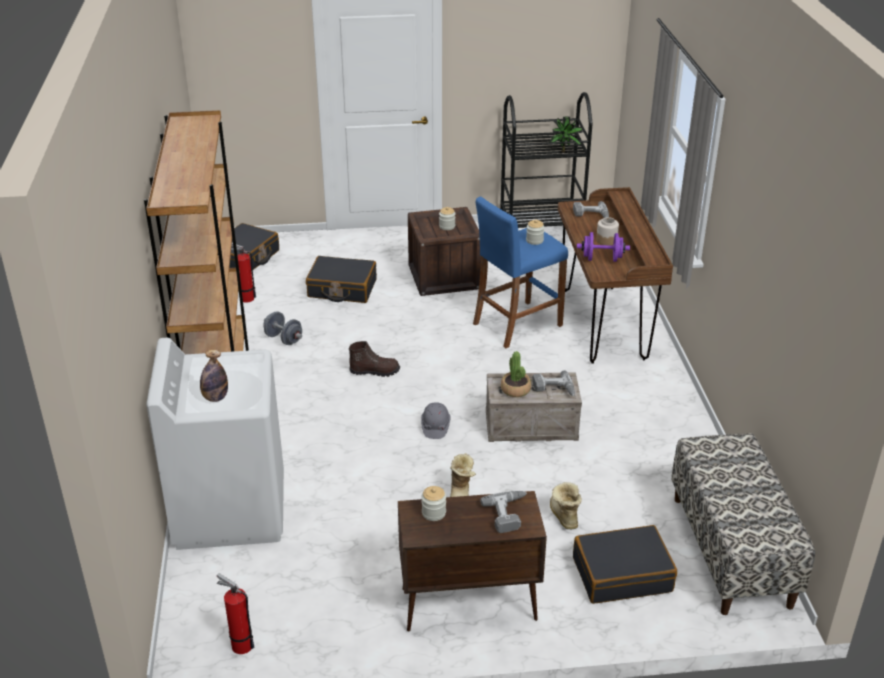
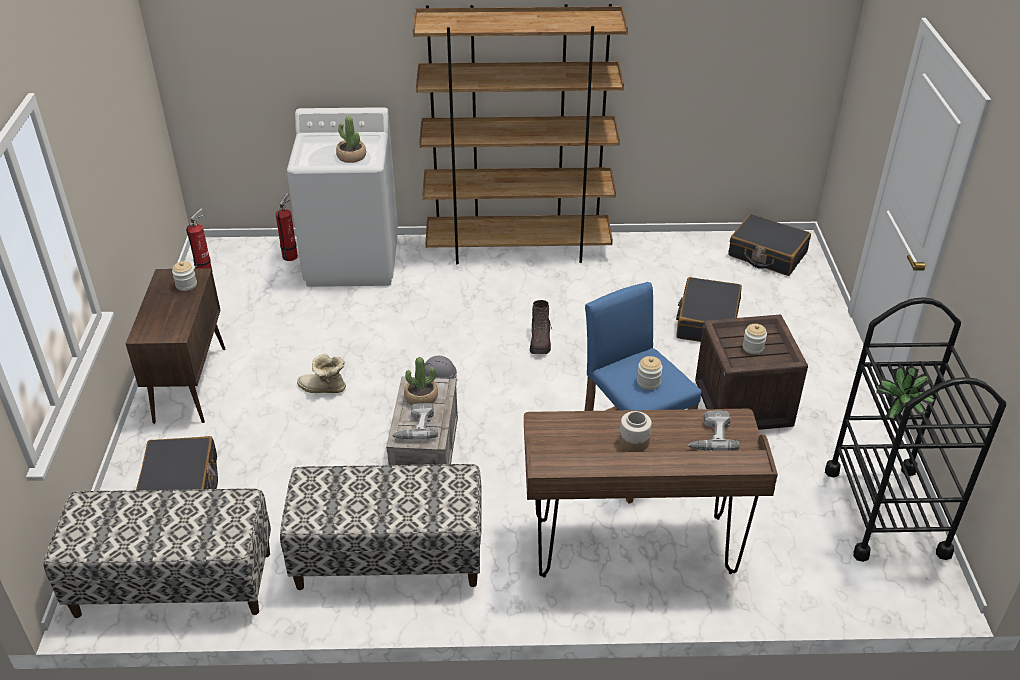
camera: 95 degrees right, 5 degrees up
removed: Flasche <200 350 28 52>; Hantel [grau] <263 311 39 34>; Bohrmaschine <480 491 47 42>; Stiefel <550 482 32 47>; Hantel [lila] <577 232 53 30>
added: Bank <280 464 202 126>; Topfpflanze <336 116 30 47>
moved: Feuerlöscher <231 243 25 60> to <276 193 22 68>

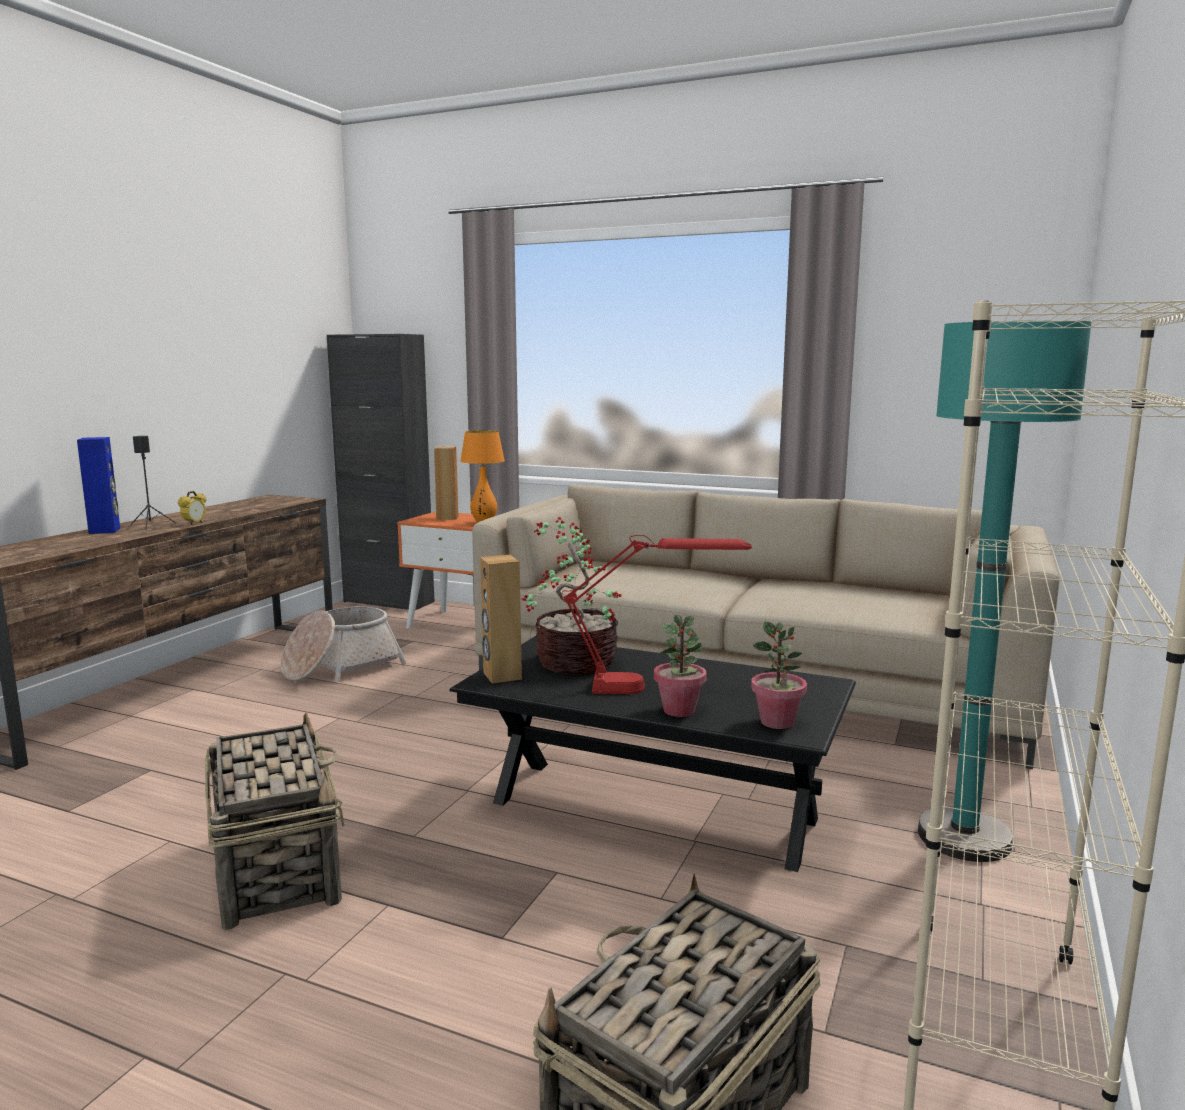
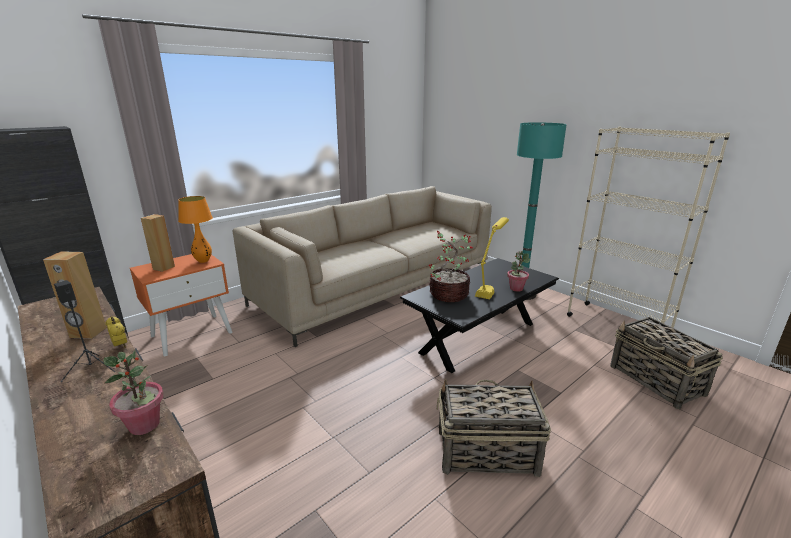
camera: 65 degrees left, 10 degrees up
removed: Lautsprecher [blau] <77 437 43 97>; Korb <281 606 126 76>
moved: Lautsprecher [braun] <480 555 42 129> to <43 251 64 88>; Topfpflanze <751 621 56 108> to <104 350 59 85>
recoloured: Tischlampe [rot] <561 535 191 159> to Tischlampe [gelb] <475 217 34 83>

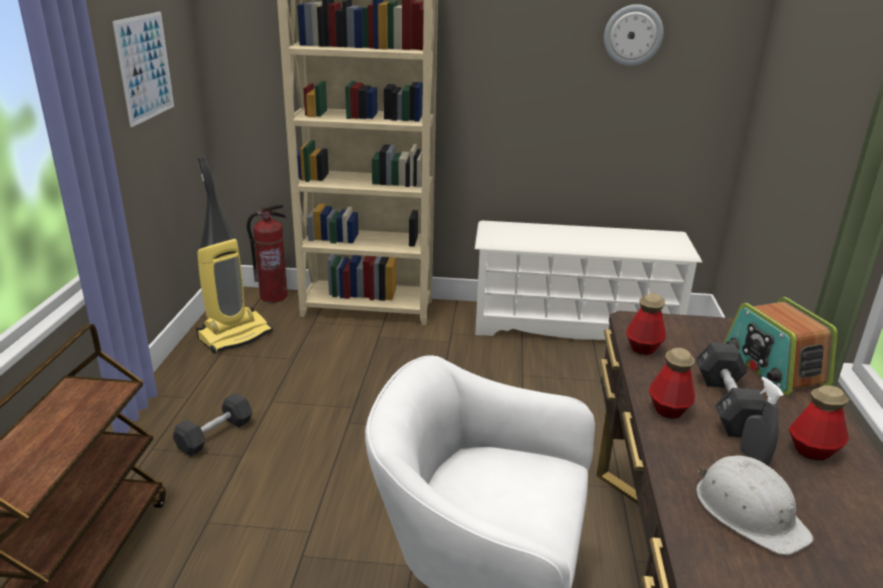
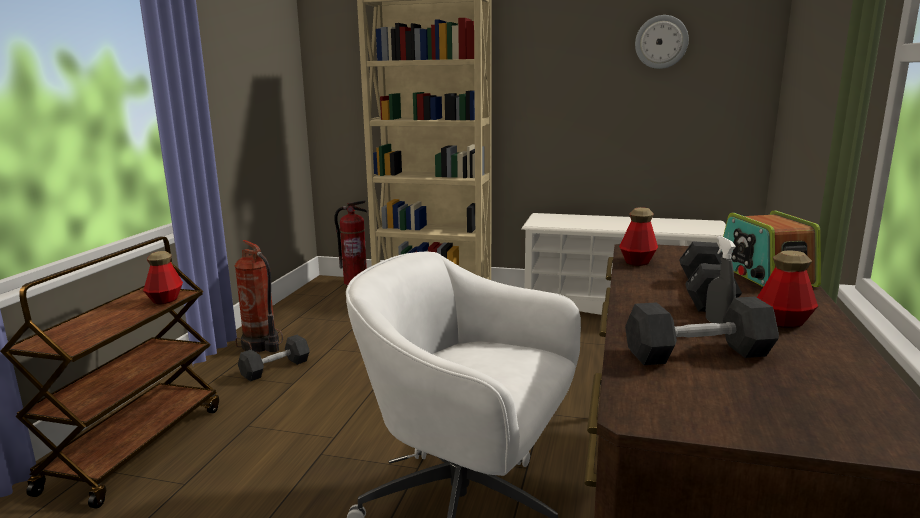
camera: 10 degrees right, 10 degrees down
removed: Bild <112 12 62 115>; Staubsauger <196 156 77 197>
added: Feuerlöscher <234 240 49 113>
moved: Flasche <649 348 46 71> to <143 251 40 53>
replaced: Schutzhelm [weiß] <696 455 117 100> to Hantel [schwarz] <625 297 154 68>

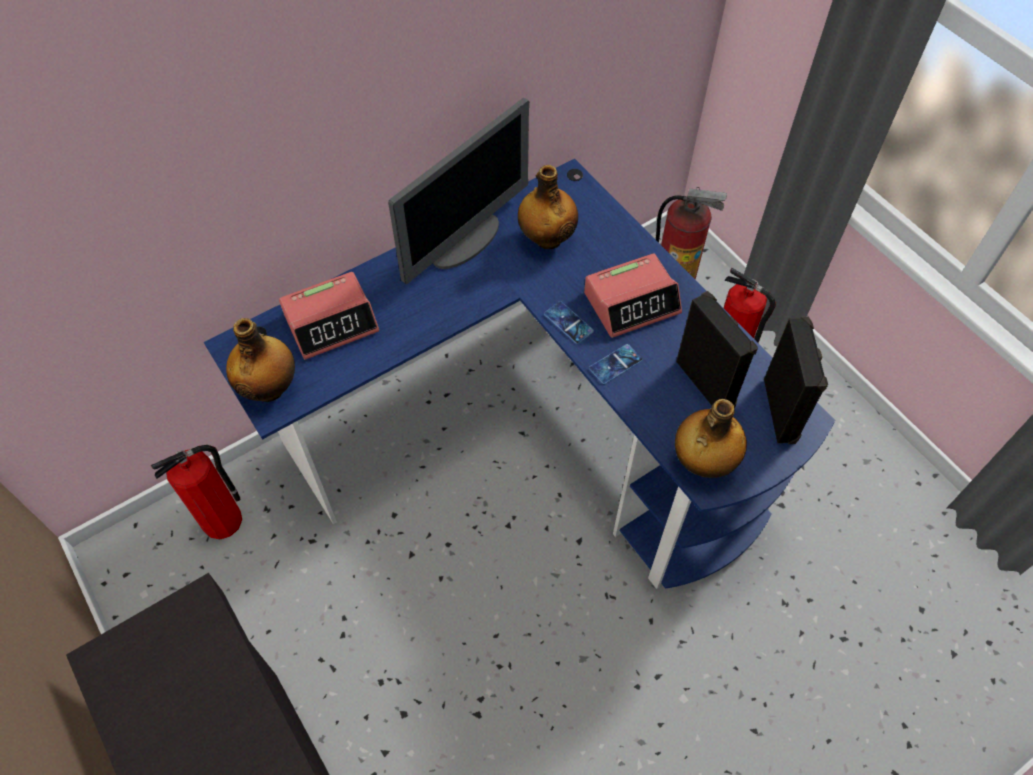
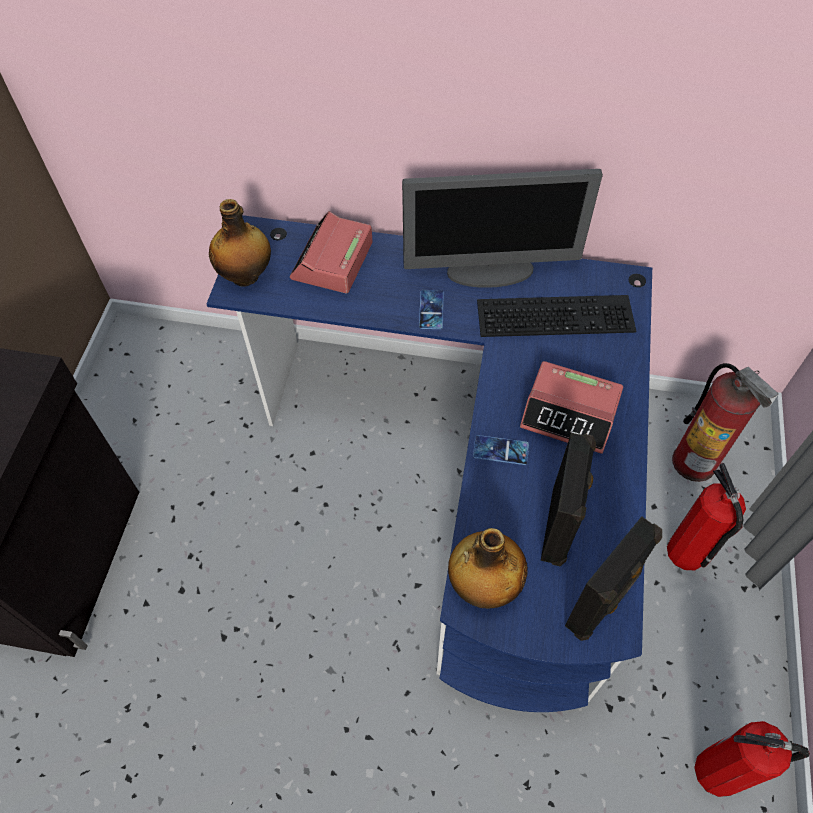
camera: 45 degrees right, 0 degrees up
moved: Handy <544 301 50 43> to <419 290 25 39>; Feuerlöscher <151 445 91 94> to <694 721 116 76>
replaced: Flasche <518 165 60 84> to Tastatur <477 295 159 42>
turned: Wecker <279 272 100 88> = <290 211 82 82> 90 degrees clockwise

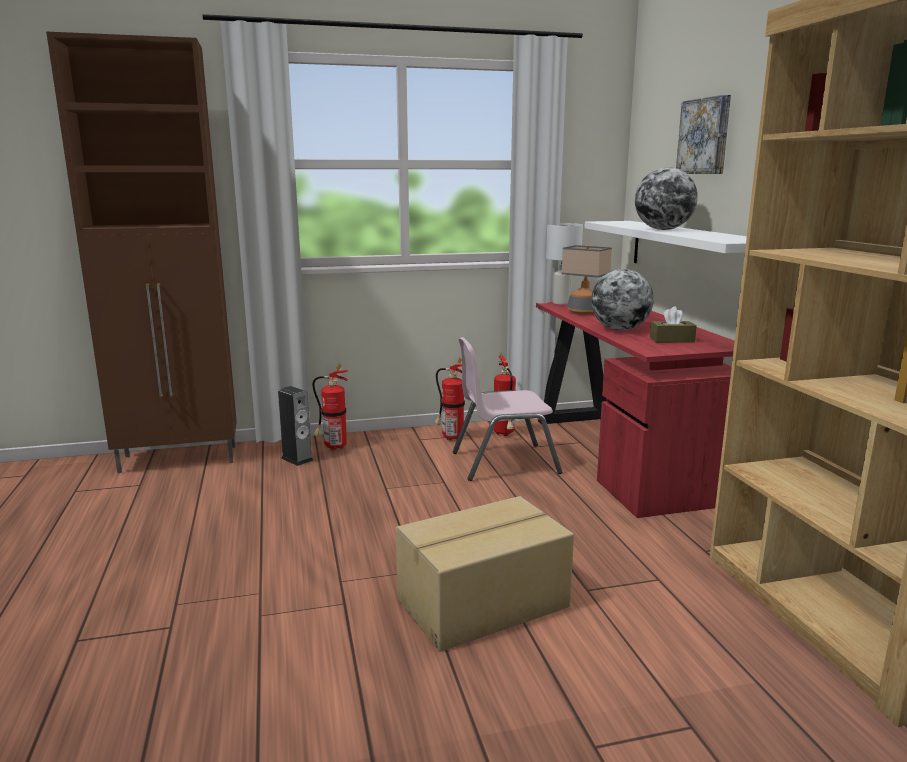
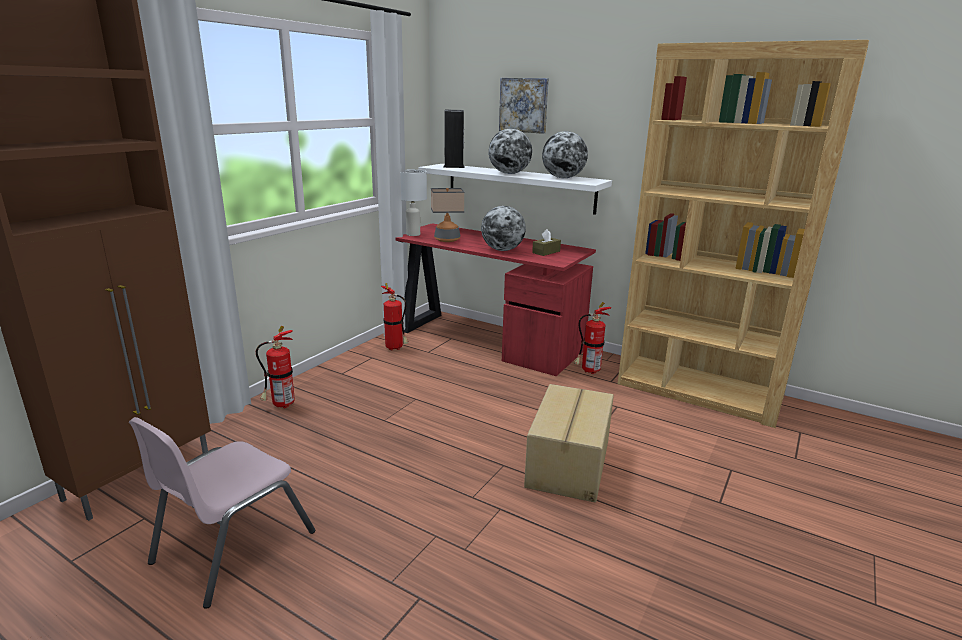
camera: 45 degrees left, 5 degrees up
added: Globus <542 131 46 47>
moved: Stuhl [rosa] <453 337 109 144> to <129 417 186 192>; Lautsprecher <278 386 35 80> to <443 110 22 58>; Feuerlöscher <435 357 30 83> to <574 302 37 72>

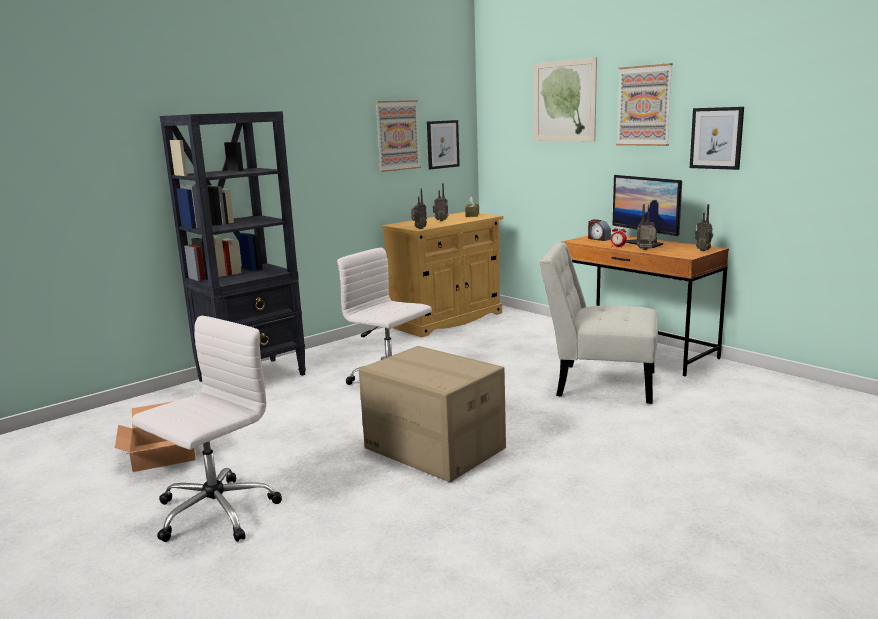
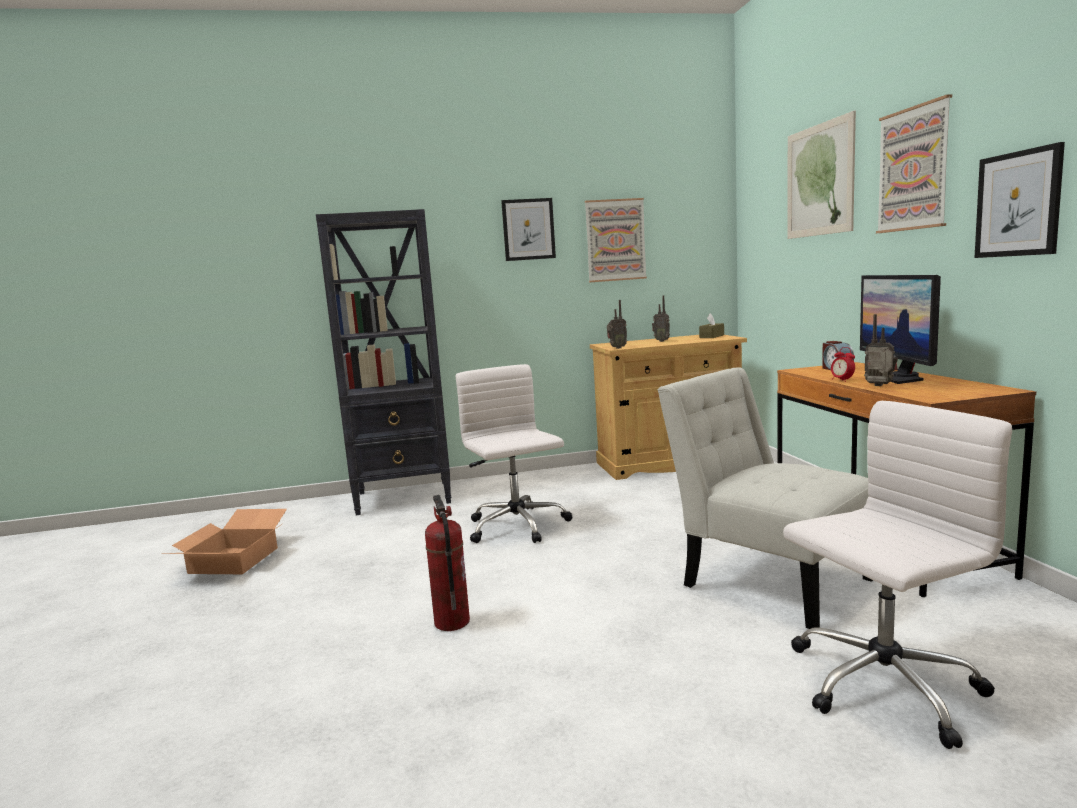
camera: 30 degrees right, 5 degrees down
removed: Radio <695 204 18 47>
moved: Bild <427 120 33 49> to <501 198 55 63>; Bürostuhl [weiß] <132 316 150 226> to <783 401 229 348>
replaced: Karton <359 346 147 136> to Feuerlöscher <425 495 45 136>

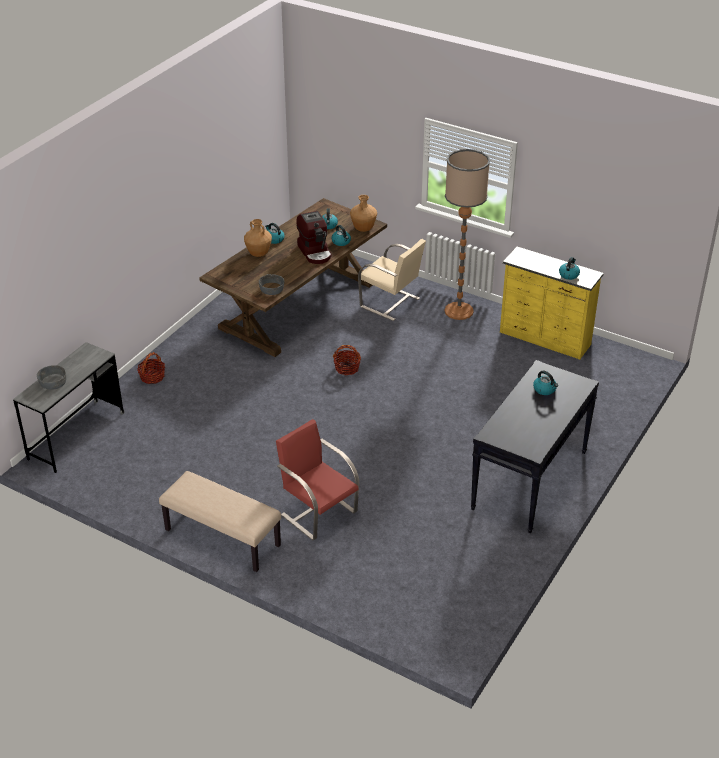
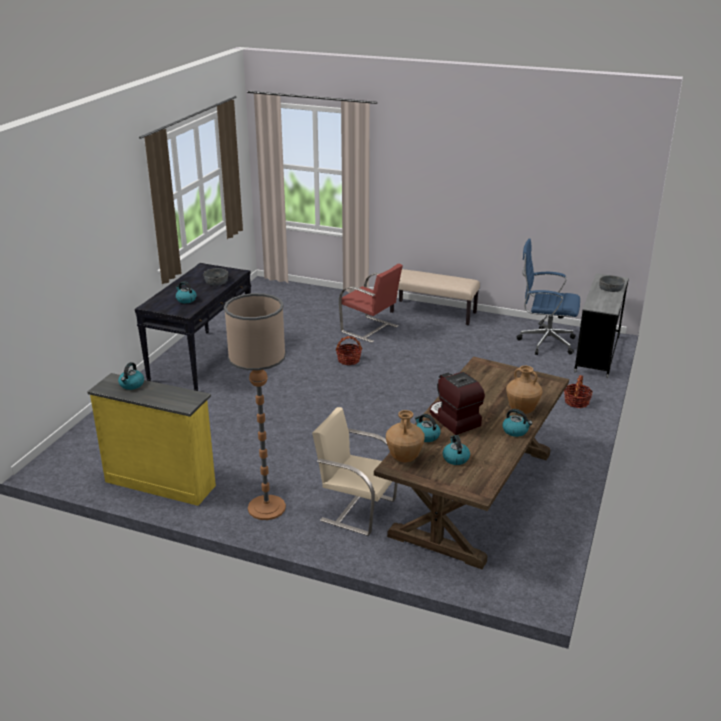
camera: 170 degrees right, 10 degrees down
added: Bürostuhl [blau] <517 238 63 117>
moved: Schüssel [grau] <259 274 25 21> to <203 268 25 18>; Korb <333 345 28 30> to <336 336 27 29>

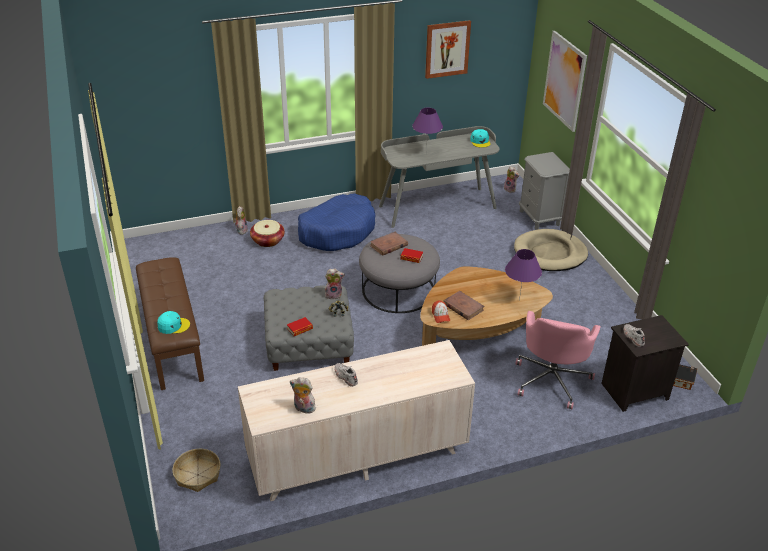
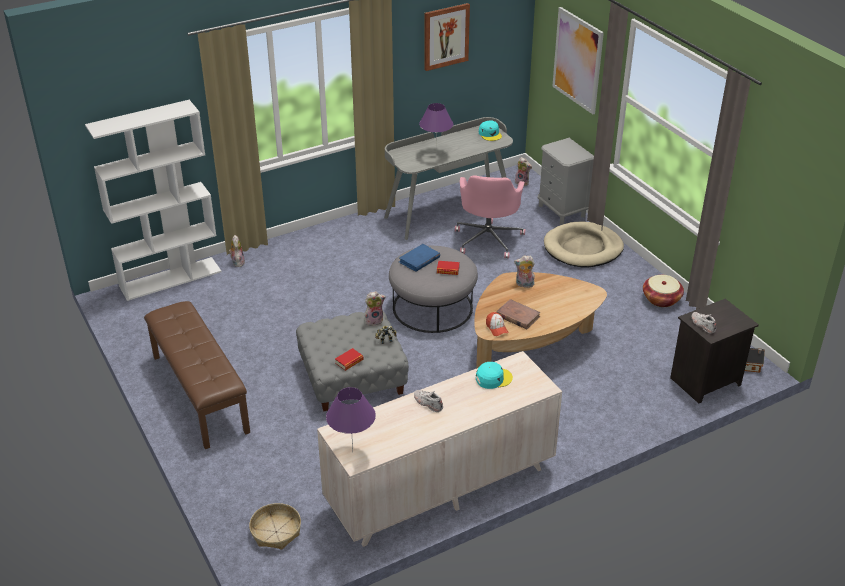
camera: 10 degrees left, 0 degrees up
removed: Hundebett [blau] <298 193 77 58>
added: Bücherregal [weiß] <85 100 136 201>
moved: Tischlampe [lila] <505 249 37 52> to <326 387 50 64>; Bürostuhl [rosa] <515 311 86 98> to <455 175 70 84>; Kappe [türkis] <157 311 33 23> to <476 362 37 27>; Plüschtier <290 377 26 37> to <514 255 21 33>; Korb <250 220 35 27> to <643 275 41 32>
recoloured: Buch [braun] <370 232 38 24> to Buch [blau] <399 244 41 28>

